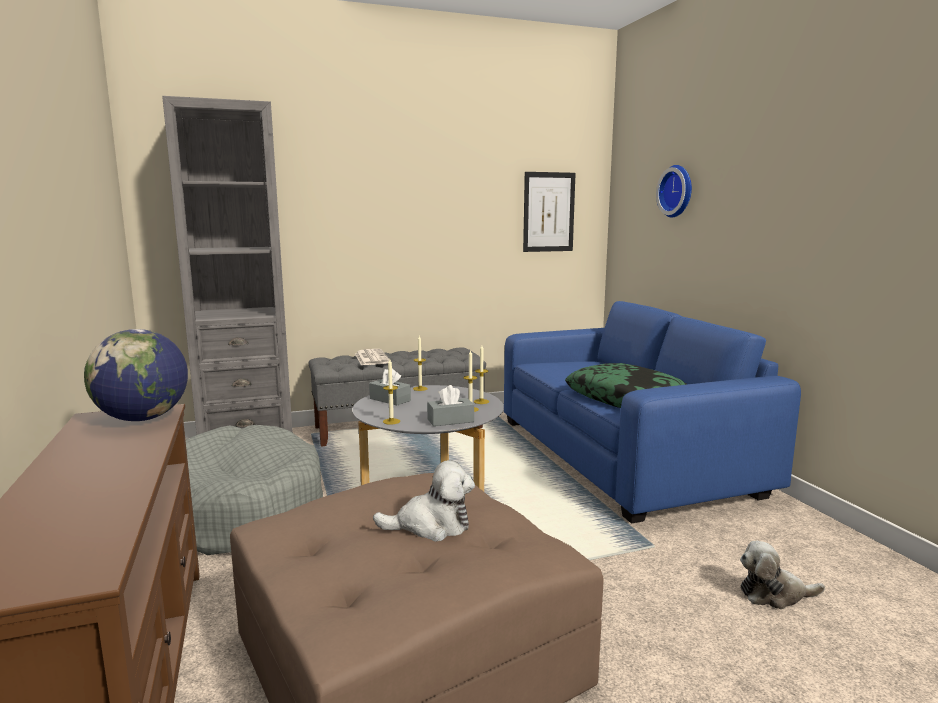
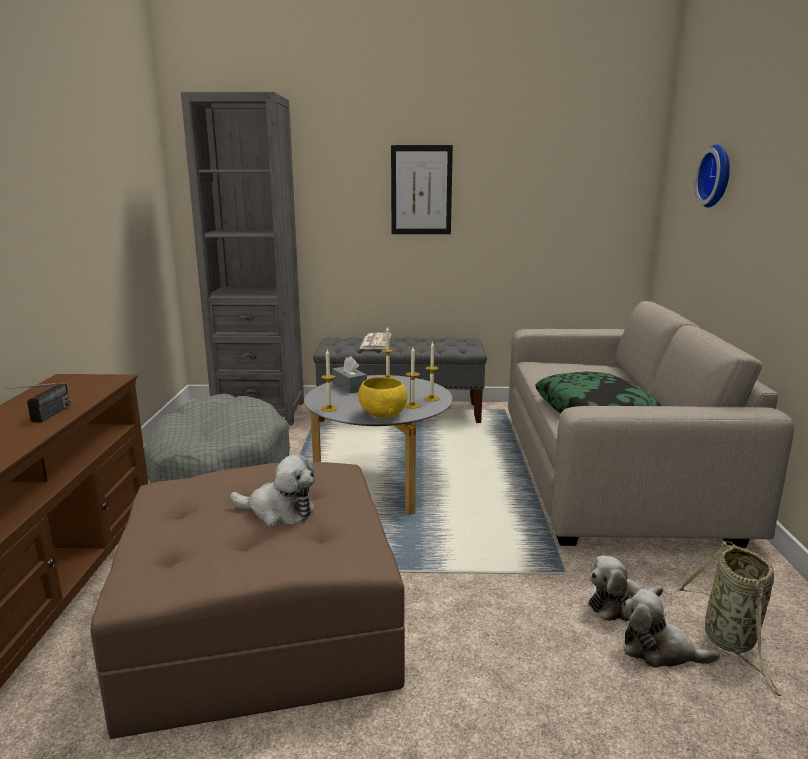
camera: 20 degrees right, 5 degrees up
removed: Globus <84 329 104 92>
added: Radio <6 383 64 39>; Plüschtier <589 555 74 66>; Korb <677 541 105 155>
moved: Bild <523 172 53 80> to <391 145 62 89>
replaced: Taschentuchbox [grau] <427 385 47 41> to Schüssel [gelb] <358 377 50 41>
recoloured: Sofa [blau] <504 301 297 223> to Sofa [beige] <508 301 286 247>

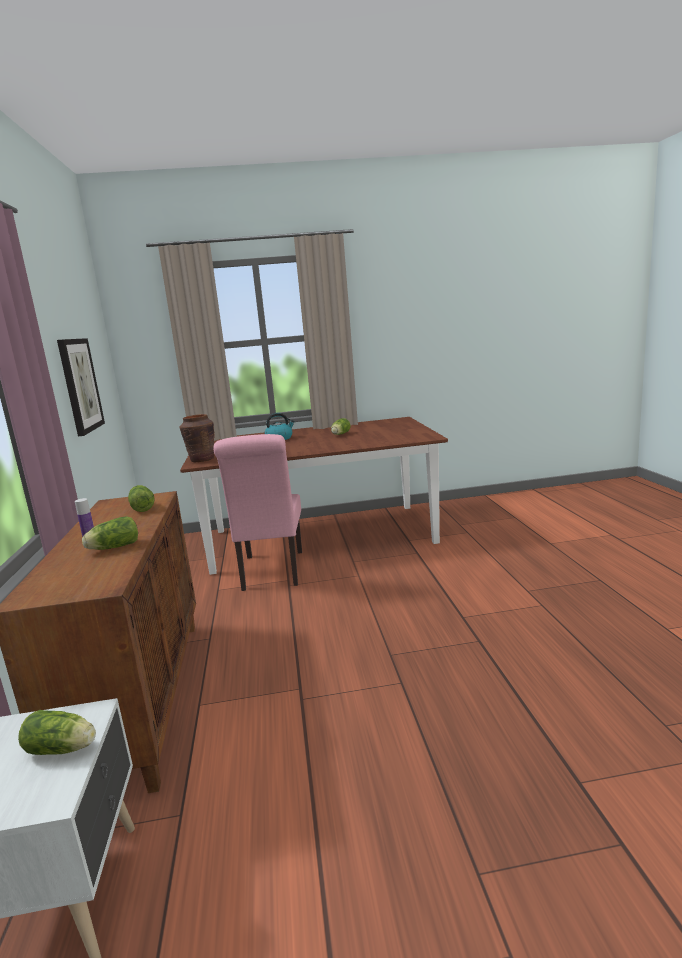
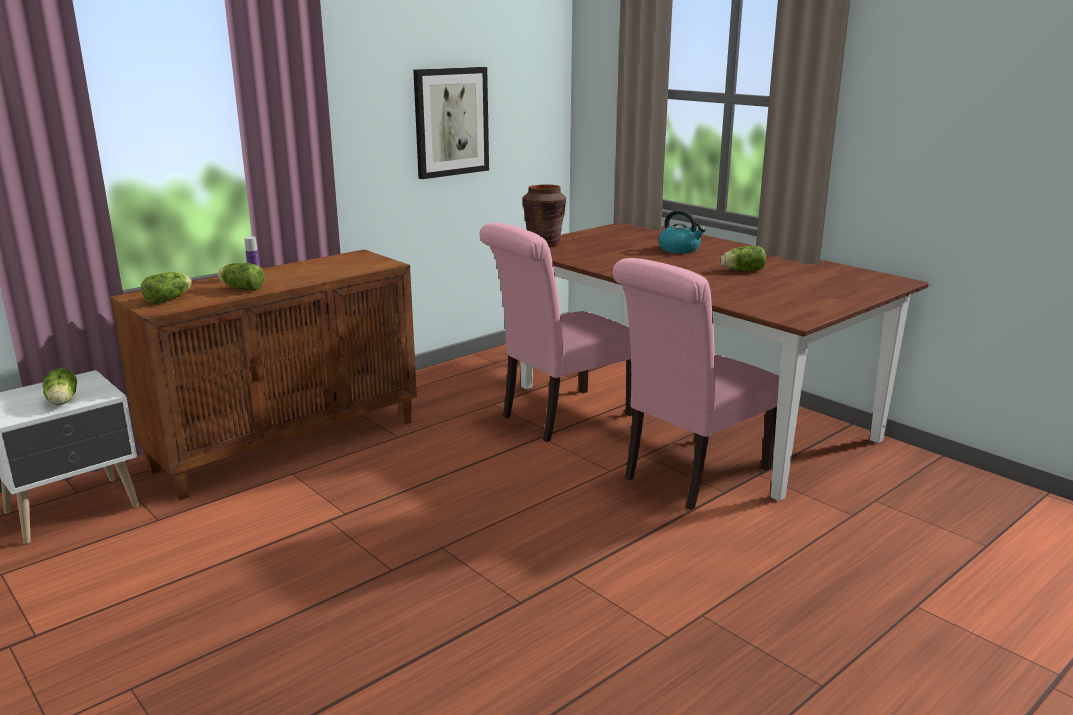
camera: 55 degrees right, 5 degrees up
added: Stuhl [rosa] <612 258 167 252>
moved: Salatkopf <128 485 27 27> to <141 272 51 32>

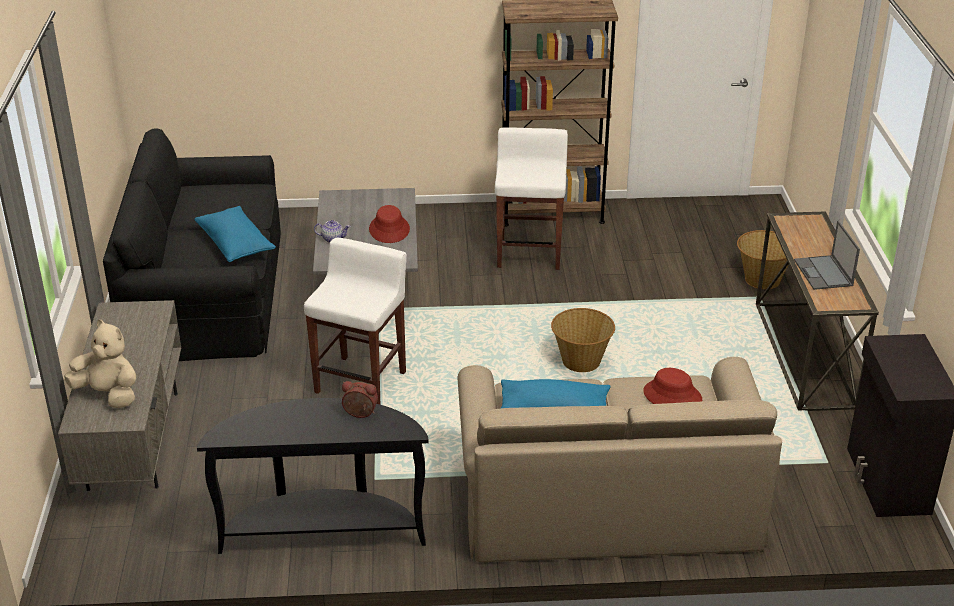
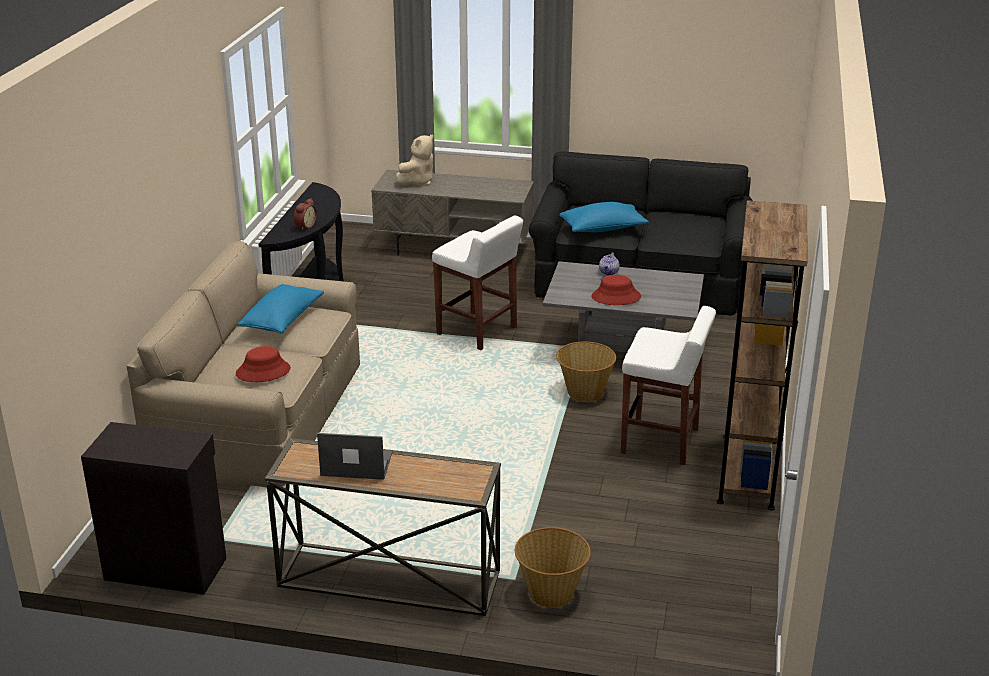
camera: 105 degrees right, 5 degrees down
moved: Korb <551 308 64 64> to <556 341 60 61>

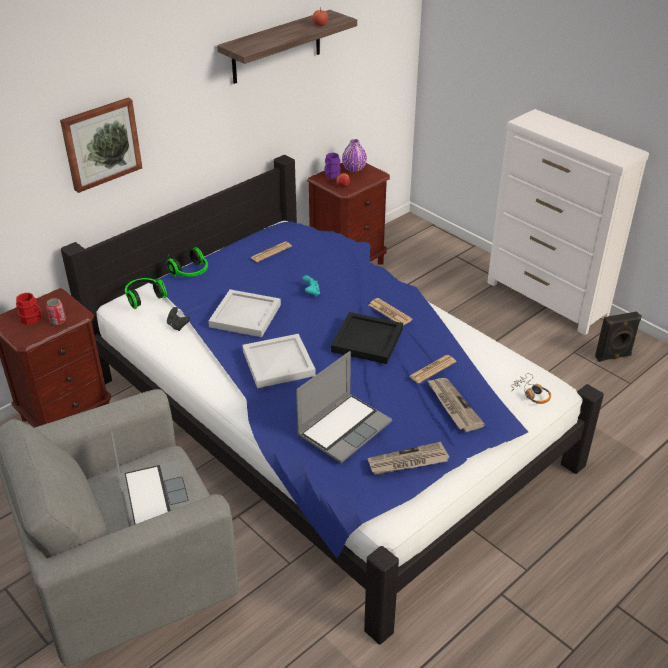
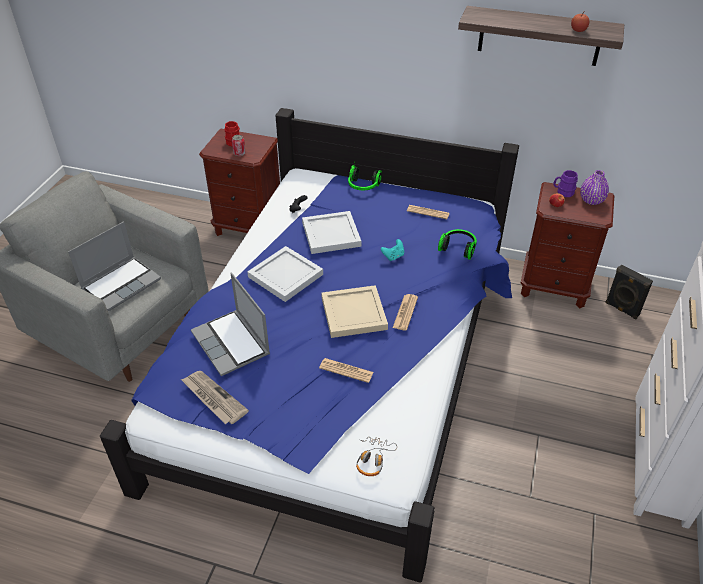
camera: 60 degrees right, 5 degrees up
removed: Bild <60 98 82 95>; Zeitung <427 378 58 54>
moved: Kopfhörer <125 278 42 31> to <438 229 39 31>; Lautsprecher [schwarz] <595 311 47 51> to <605 265 48 54>
recoloured: Tablett [schwarz] <331 312 72 52> to Tablett [beige] <321 285 67 53>
turned: Laptop <296 351 96 112> = <191 273 79 103> 45 degrees clockwise

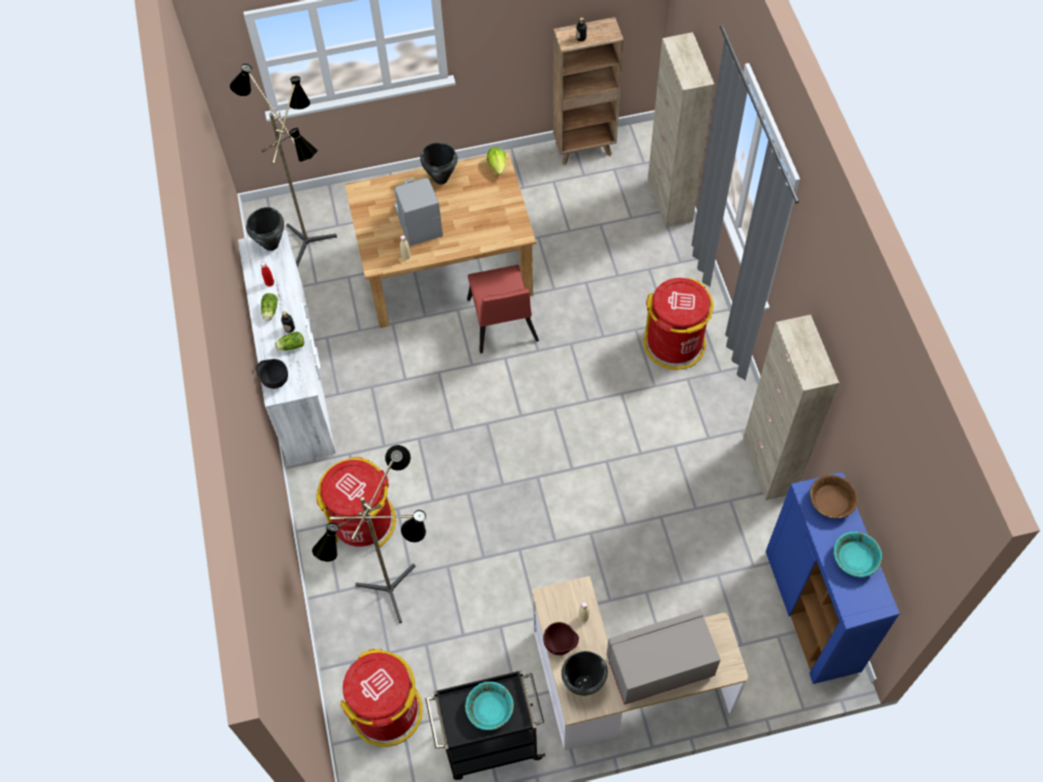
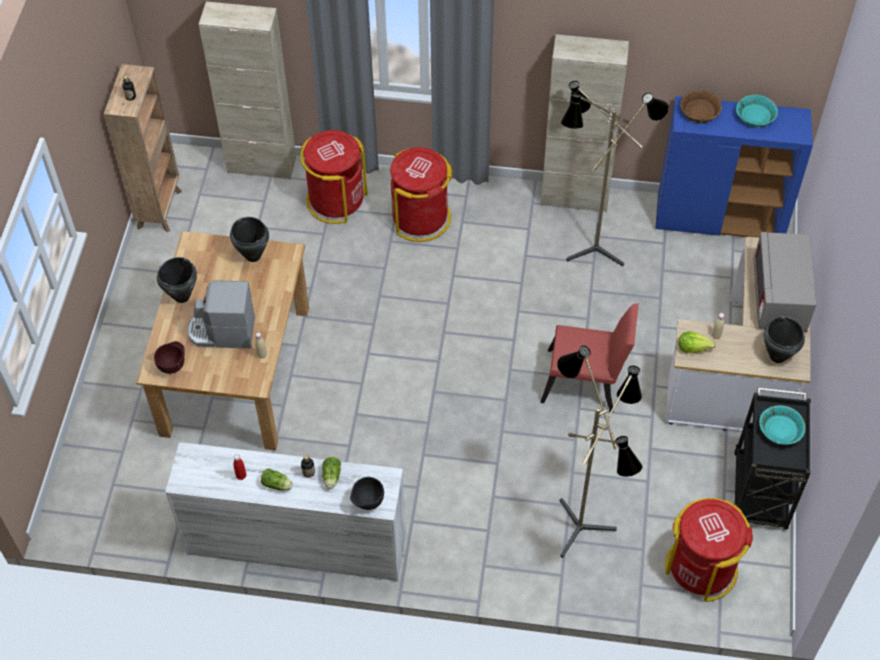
camera: 70 degrees left, 5 degrees down
moved: Schüssel [braun] <543 622 36 33> to <154 341 31 33>; Kochtopf [schwarz] <246 207 38 44> to <230 217 39 45>; Mülleimer [rot] <316 457 80 90> to <300 130 67 94>; Stuhl [rot] <467 265 72 89> to <540 304 99 108>; Stehlampe <230 64 107 203> to <561 81 108 186>; Salatkopf <487 147 19 29> to <679 331 36 22>

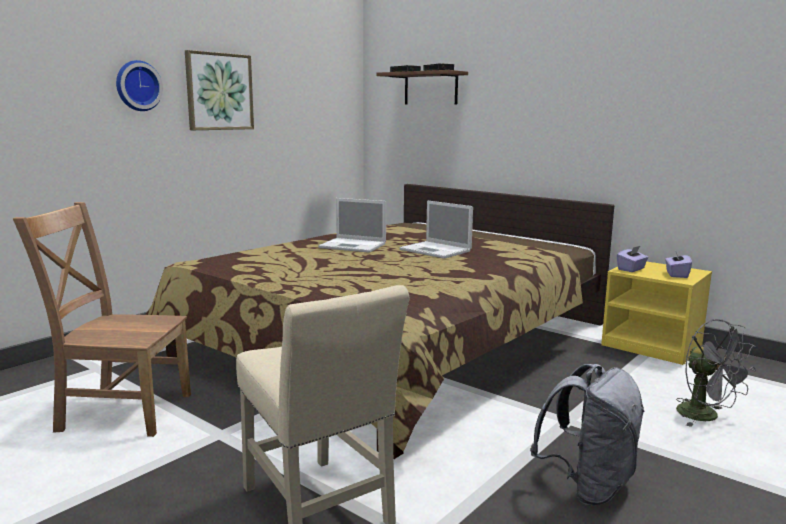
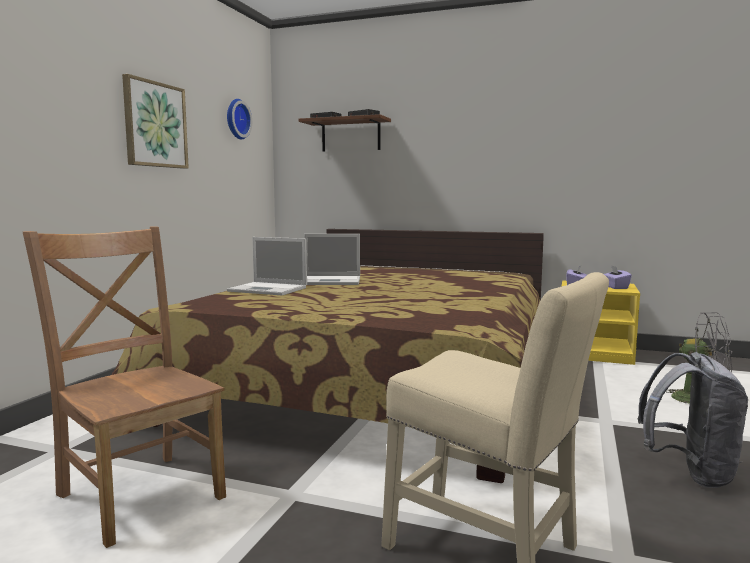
camera: 20 degrees left, 5 degrees down
moved: Wanduhr <116 60 47 51> to <227 99 25 41>; Laptop <400 200 73 59> to <227 237 80 58>
turned: Stuhl [braun] <13 202 178 235> = <23 226 203 322> 60 degrees clockwise

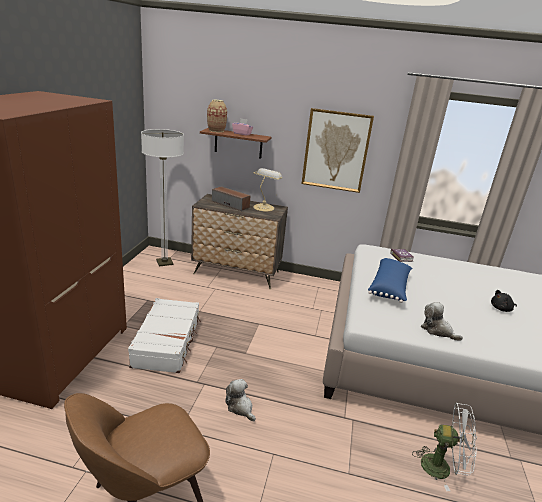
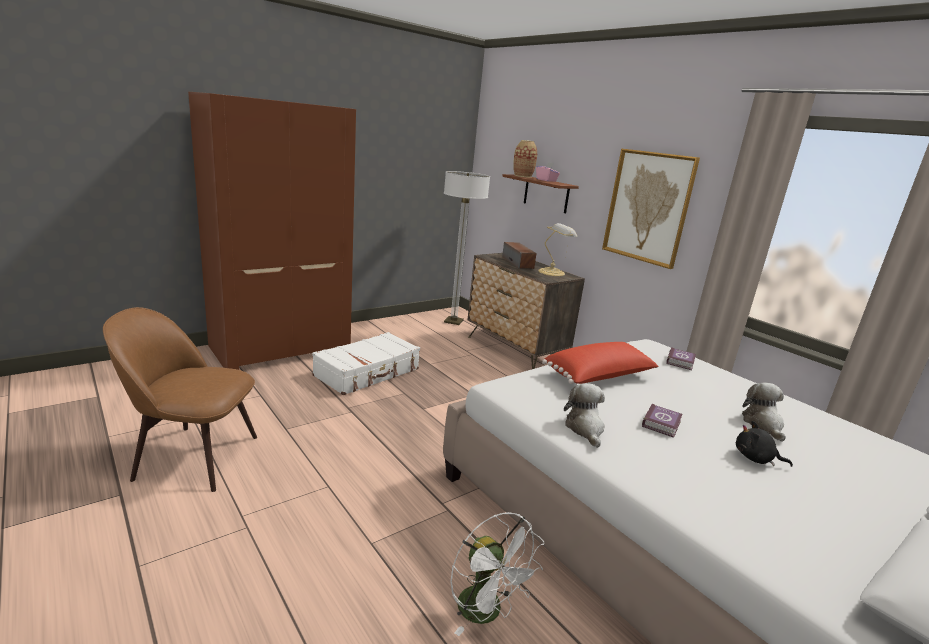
camera: 40 degrees right, 5 degrees down
added: Buch <642 403 40 35>
moved: Plüschtier <225 379 31 42> to <742 382 44 60>
recoloured: Kissen [blau] <368 258 45 45> to Kissen [rot] <542 342 116 42>

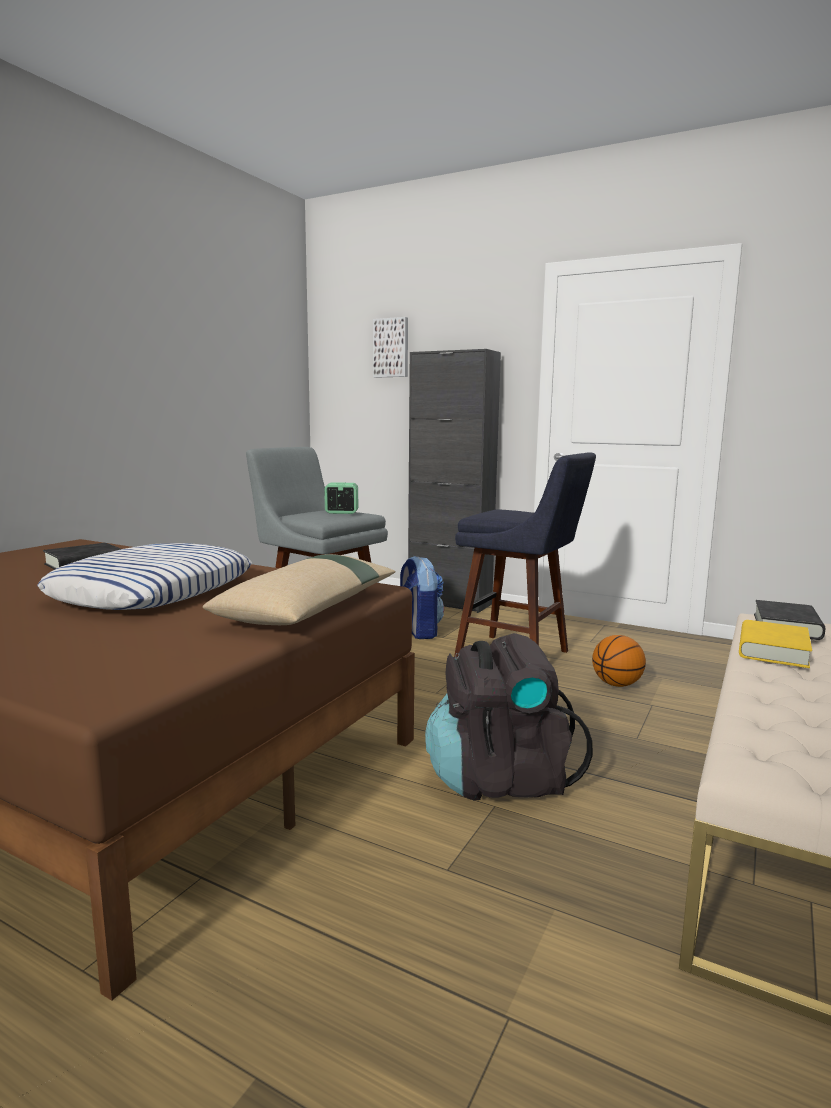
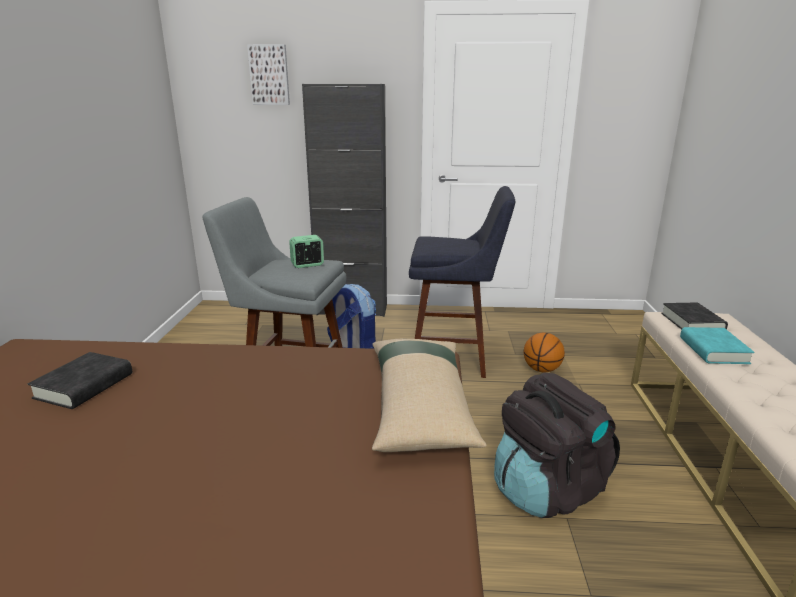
camera: 25 degrees left, 10 degrees up
removed: Kissen <37 543 215 67>
recoloured: Buch [gelb] <739 620 73 48> to Buch [türkis] <680 327 74 37>

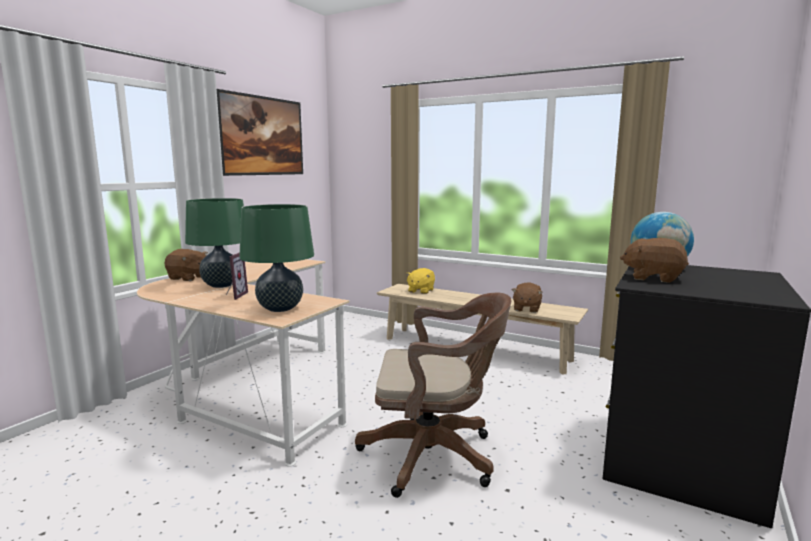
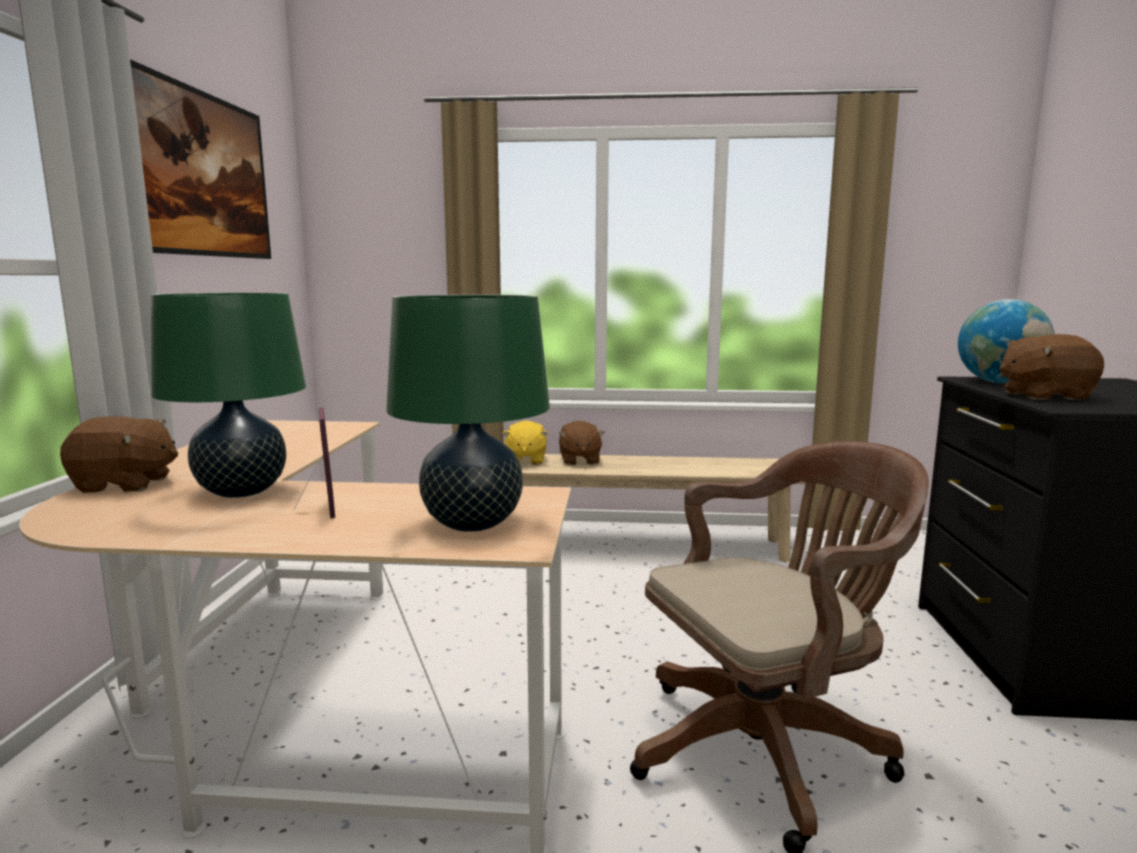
camera: 25 degrees left, 0 degrees up
moved: Plüschtier [braun] <512 282 31 31> to <559 421 46 44>

